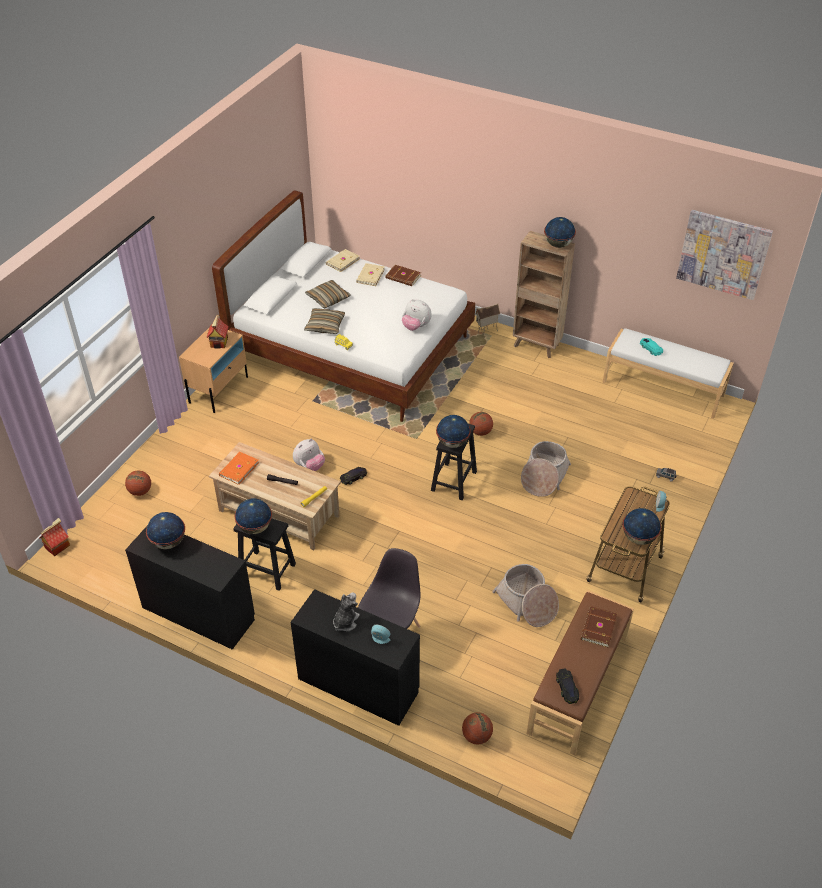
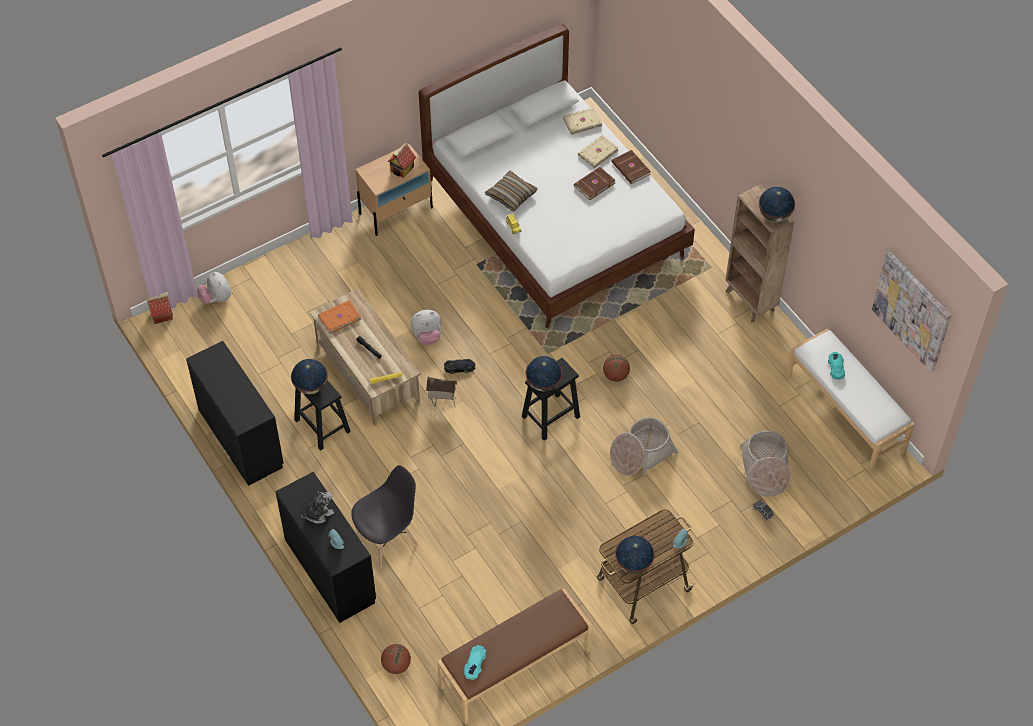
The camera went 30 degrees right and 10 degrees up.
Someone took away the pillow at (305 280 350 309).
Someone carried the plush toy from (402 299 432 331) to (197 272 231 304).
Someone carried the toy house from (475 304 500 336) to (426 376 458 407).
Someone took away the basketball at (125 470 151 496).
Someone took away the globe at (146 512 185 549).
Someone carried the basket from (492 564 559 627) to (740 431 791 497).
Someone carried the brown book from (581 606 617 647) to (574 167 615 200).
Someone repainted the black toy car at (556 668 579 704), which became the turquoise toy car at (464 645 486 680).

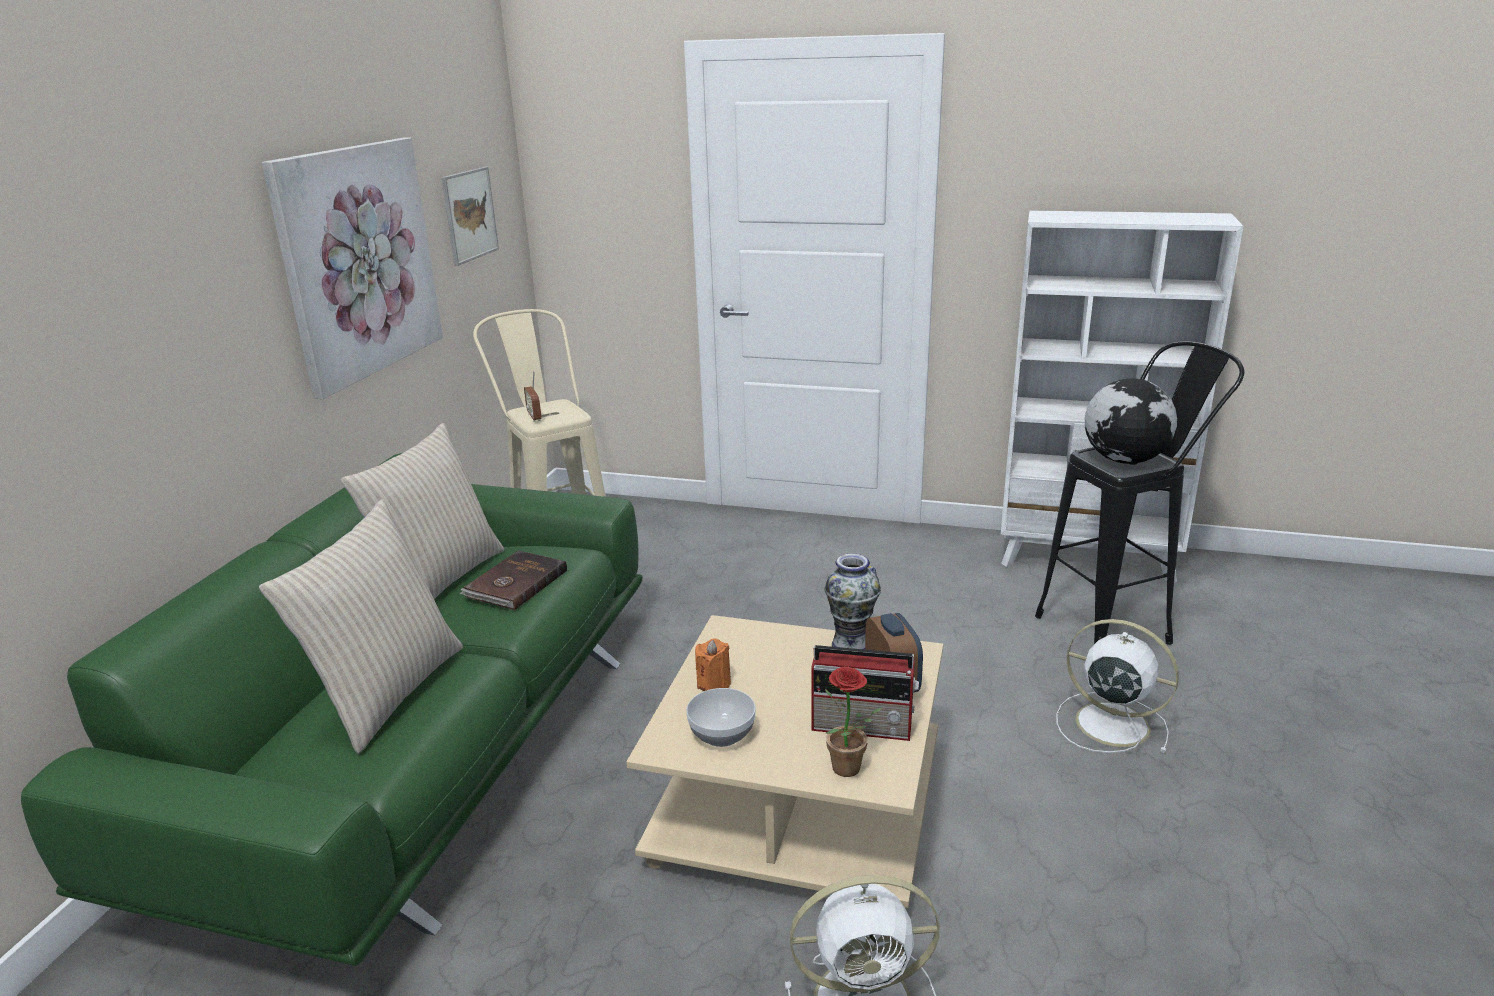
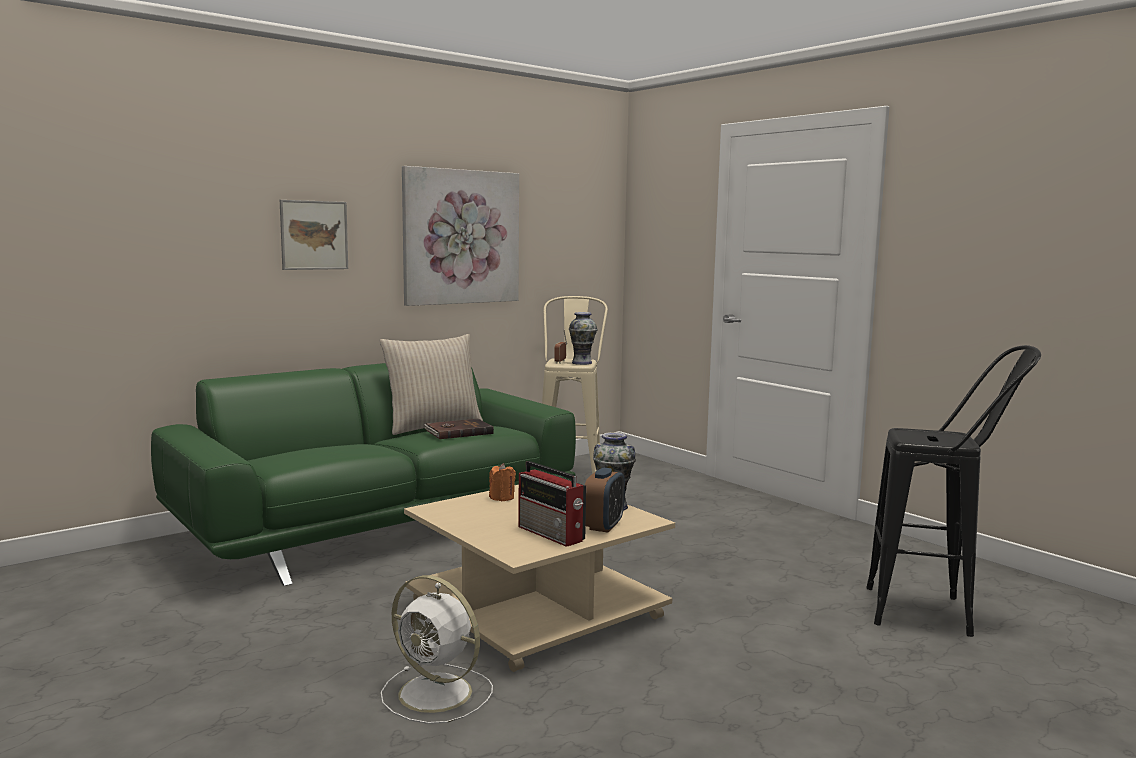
The camera went 35 degrees right and 15 degrees down.
Someone carried the picture from (441 167 499 266) to (280 200 348 270).
Someone took away the white bookcase at (1001 211 1243 583).
Someone took away the globe at (1085 378 1177 464).
Someone took away the beige pillow at (259 499 463 753).
Someone took away the white fan at (1056 619 1179 753).
Someone took away the potted plant at (825 666 882 777).
Someone took away the bowl at (686 688 756 747).
Someone put down the vase at (569 312 597 365).

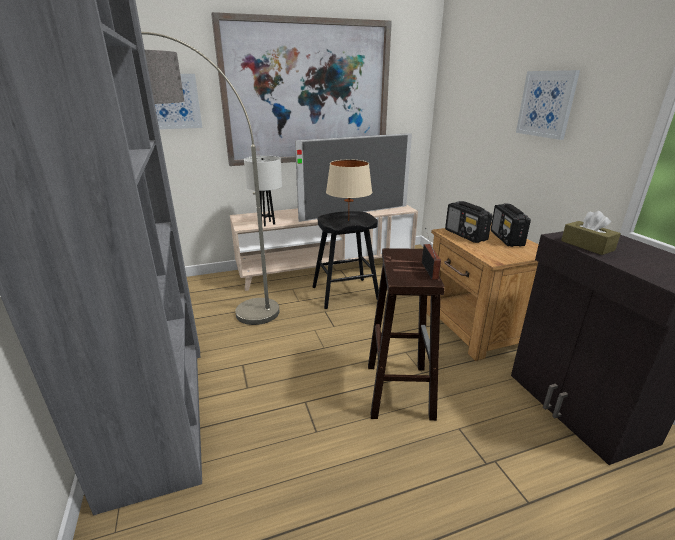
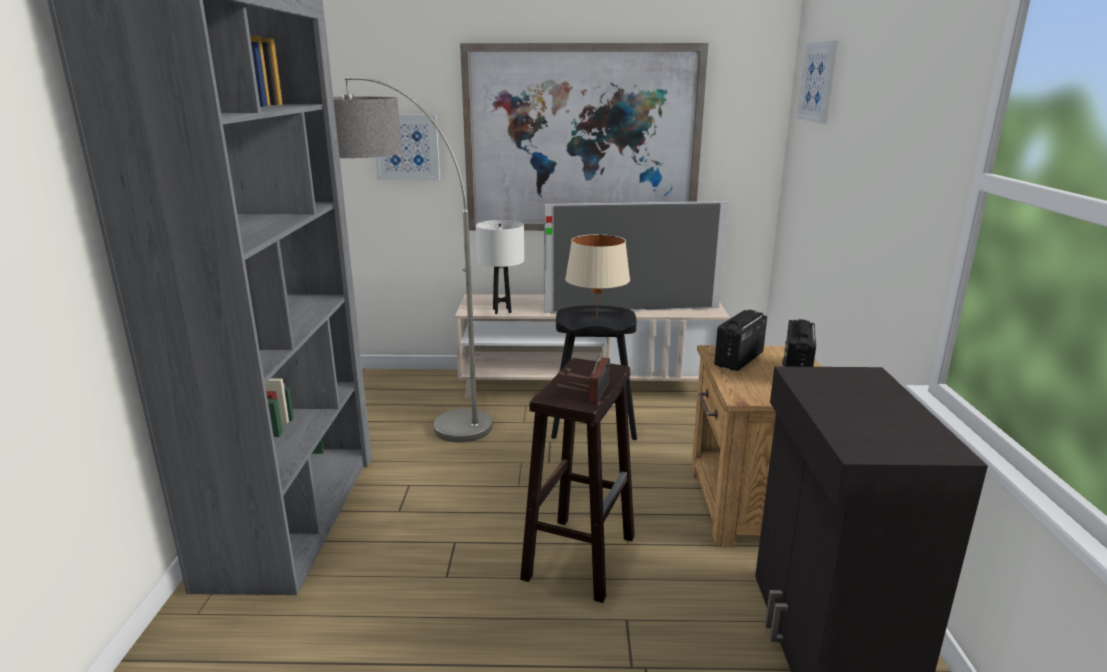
The camera went 20 degrees right and 5 degrees down.
Someone carried the picture from (516 70 580 140) to (797 41 837 124).
Someone rotated the radio at (445 201 493 243) by 45 degrees clockwise.
Someone took away the brown tissue box at (561 211 621 255).

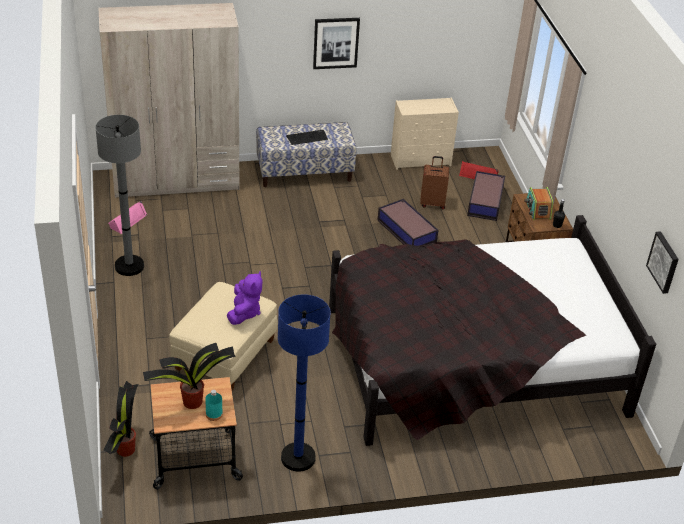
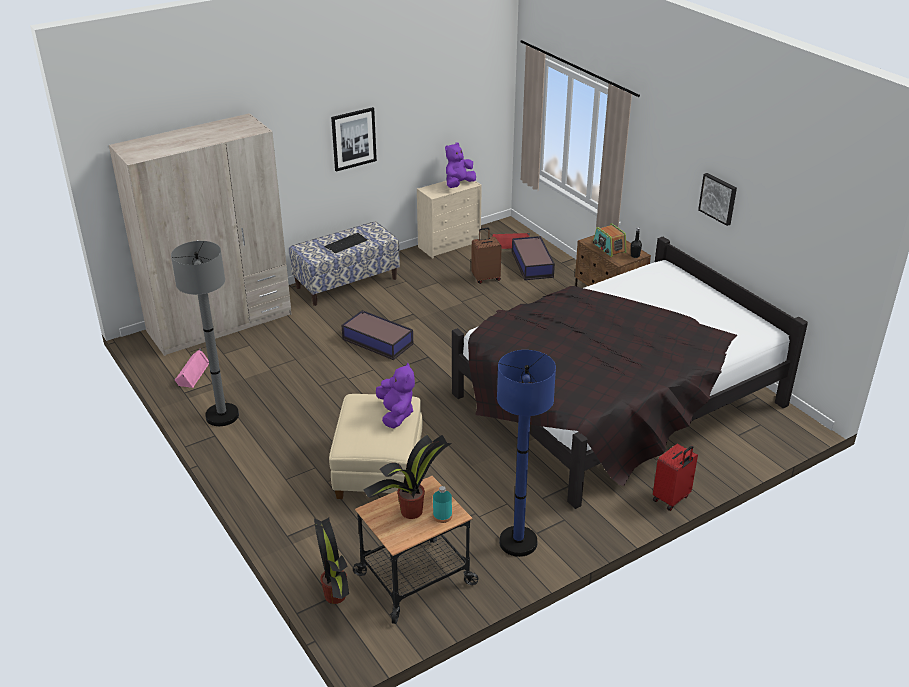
The camera went 20 degrees left and 5 degrees down.
Someone carried the storage box from (377 199 438 246) to (341 310 413 360).
Someone carried the picture from (646 231 679 294) to (698 173 737 226).
Someone put down the purple plush toy at (445 142 476 188).
Someone put down the red suitcase at (653 443 698 511).

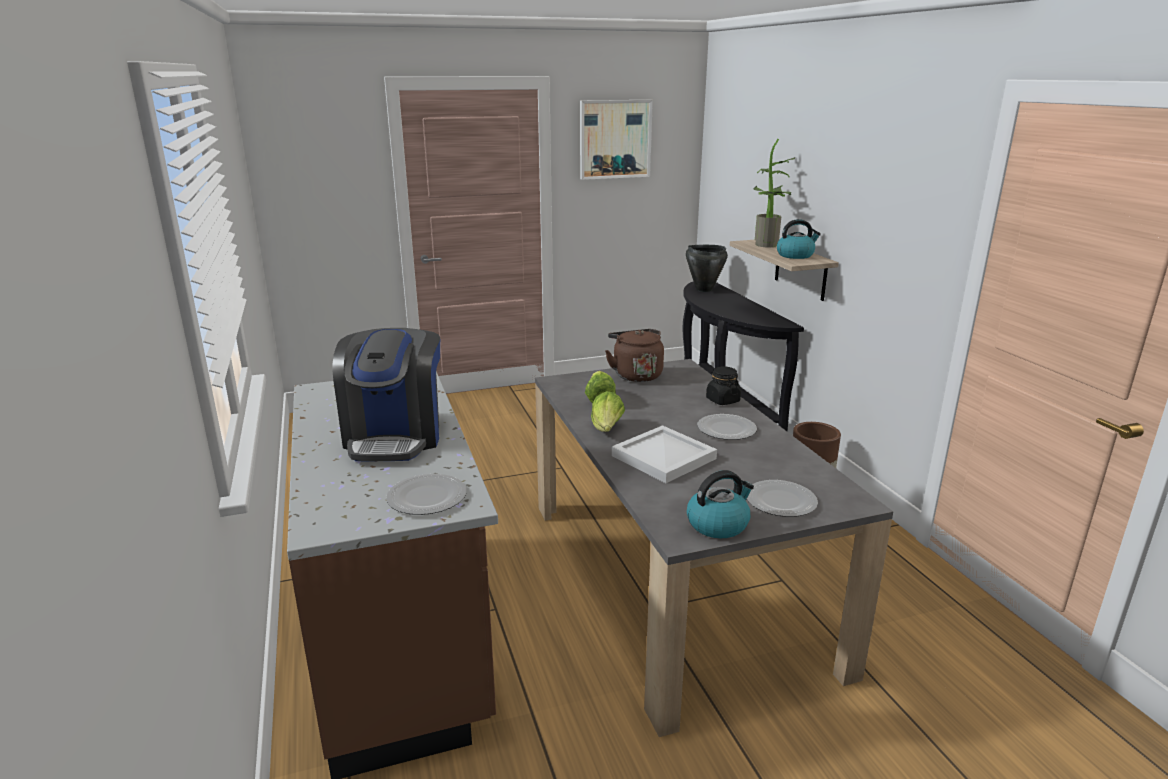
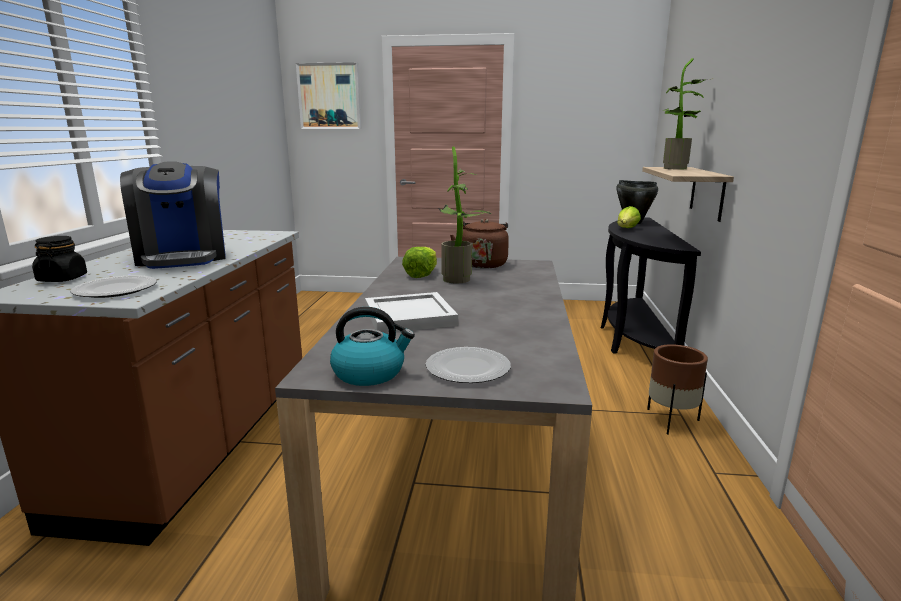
The camera went 25 degrees right and 5 degrees down.
Someone carried the picture from (580 100 653 180) to (296 62 361 129).
Someone took away the kettle at (777 219 821 259).
Someone rotated the coffee machine at (333 328 440 461) by 45 degrees counterclockwise.
Someone carried the black jar from (706 366 741 405) to (32 236 87 282).
Someone carried the lettuce from (591 391 625 432) to (617 206 641 228).
Someone took away the plate at (697 414 757 440).
Someone put down the potted plant at (438 146 491 283).

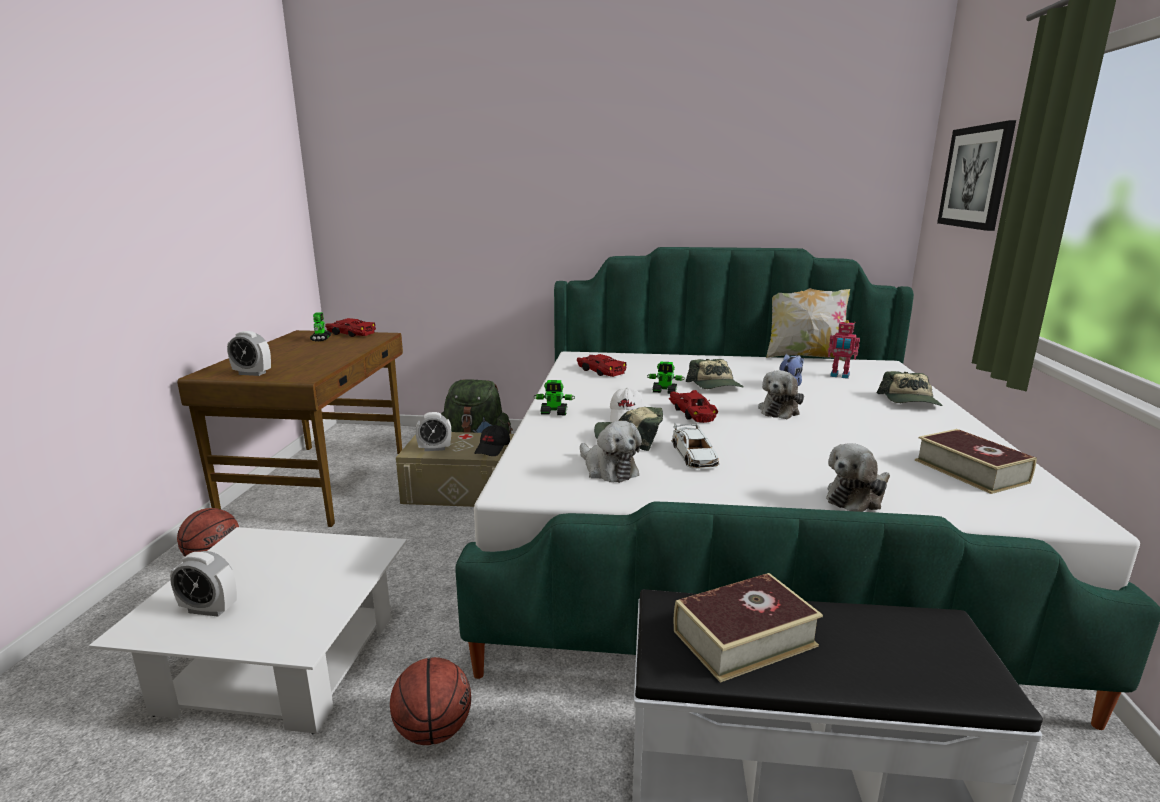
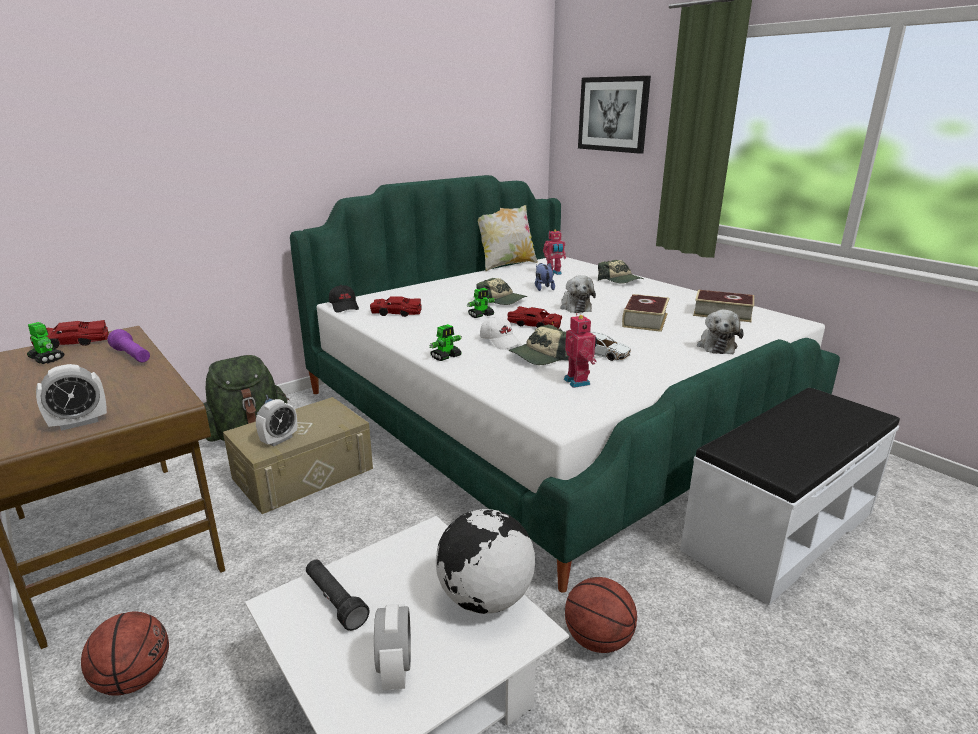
The camera went 45 degrees left and 5 degrees up.
Someone swapped the plush toy at (580 421 642 483) for the toy robot at (564 313 597 388).
Someone carried the black cap from (474 425 510 456) to (329 285 359 313).
Someone rotated the alarm clock at (170 551 237 617) by 60 degrees counterclockwise.
Someone carried the book from (674 573 823 683) to (622 294 669 332).
Someone put down the purple flashlight at (107 329 150 362).
Someone put down the globe at (436 509 535 614).
Someone put down the black flashlight at (306 560 370 631).

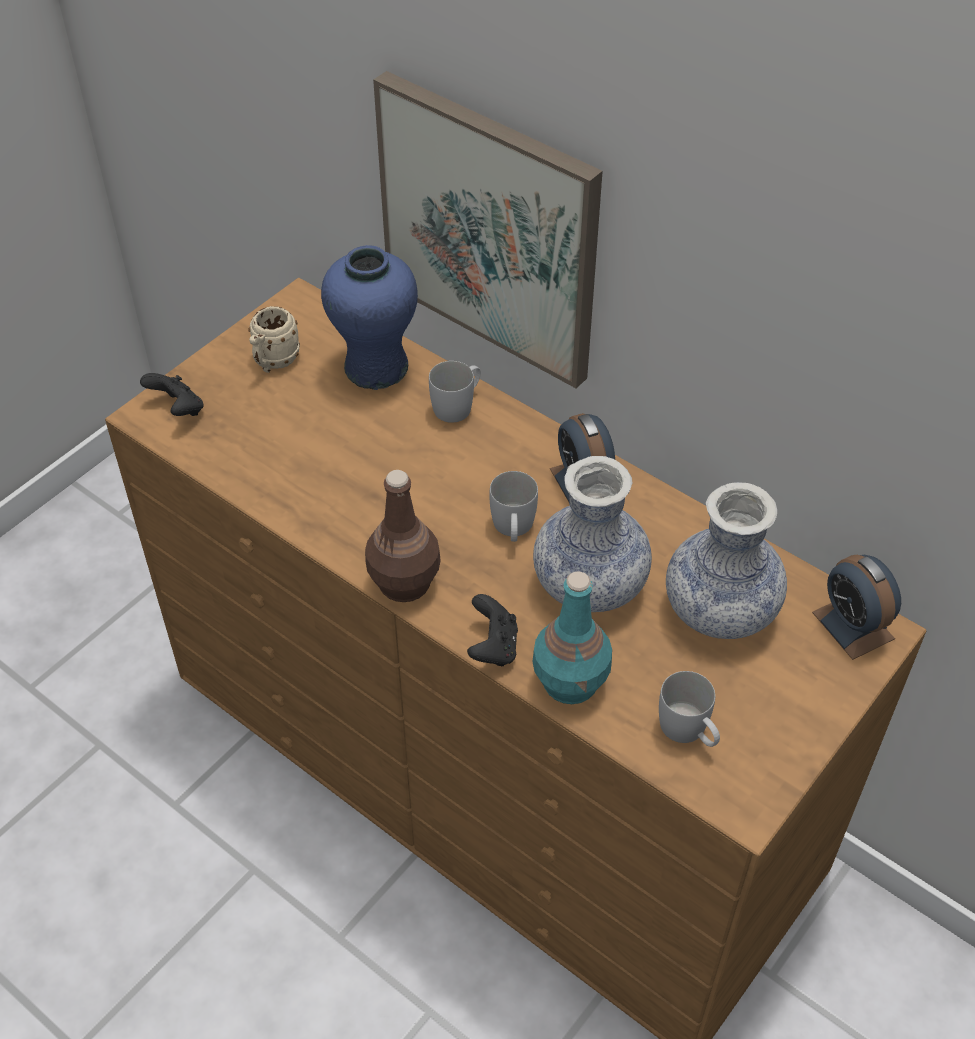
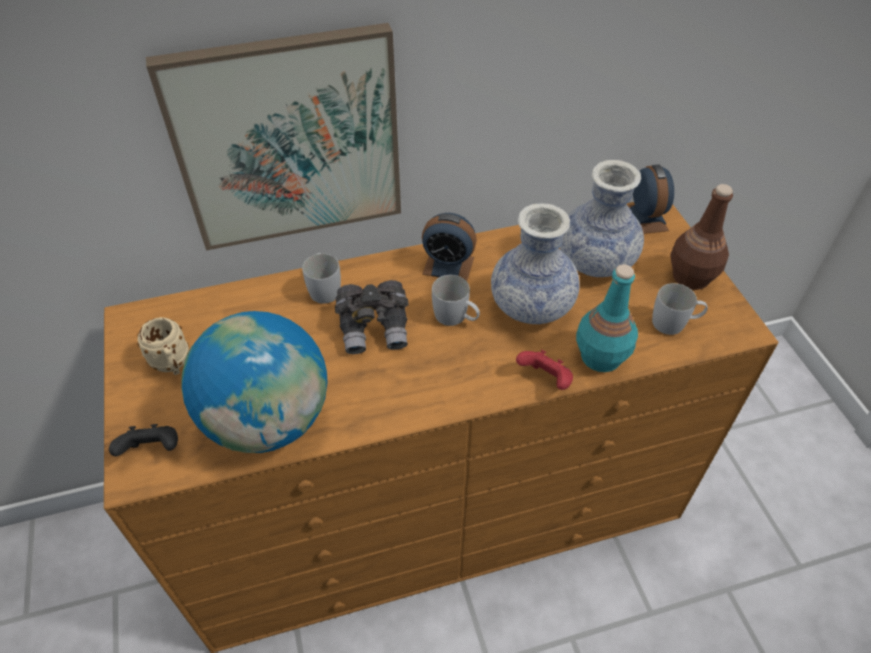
The camera went 55 degrees left and 0 degrees up.
Someone took away the blue vase at (321 245 418 390).
Someone carried the brown bottle from (365 470 441 602) to (670 184 733 290).
Someone rotated the alarm clock at (812 555 901 660) by 105 degrees counterclockwise.
Someone repainted the black game controller at (467 594 518 666), which became the red game controller at (516 349 573 390).
Someone put down the grey binoculars at (335 280 409 354).
Someone put down the globe at (181 311 328 453).

